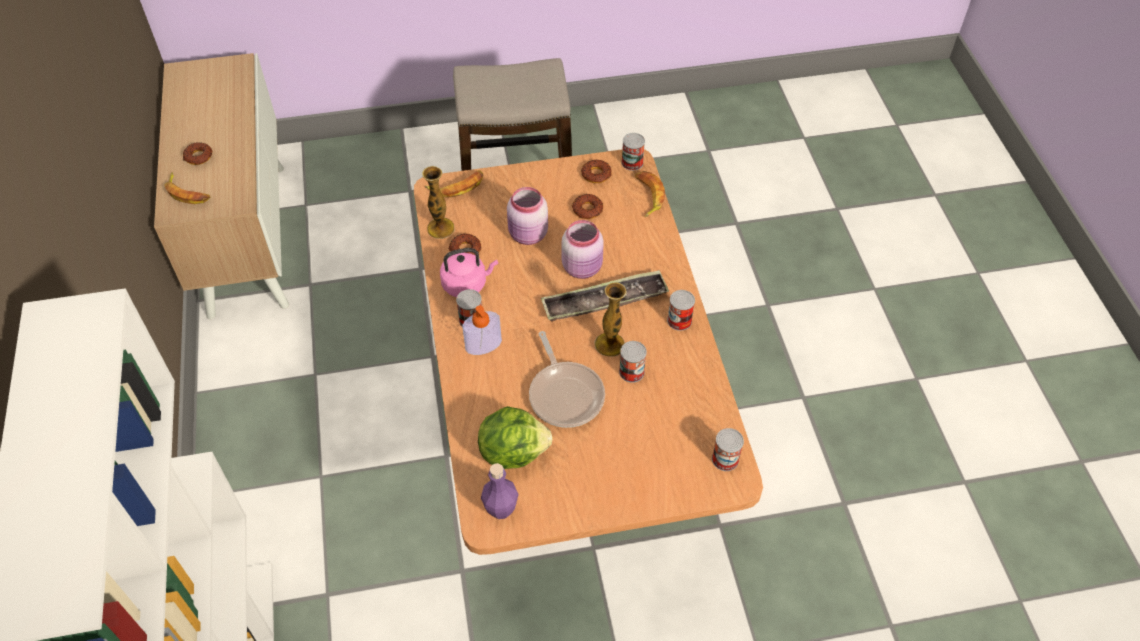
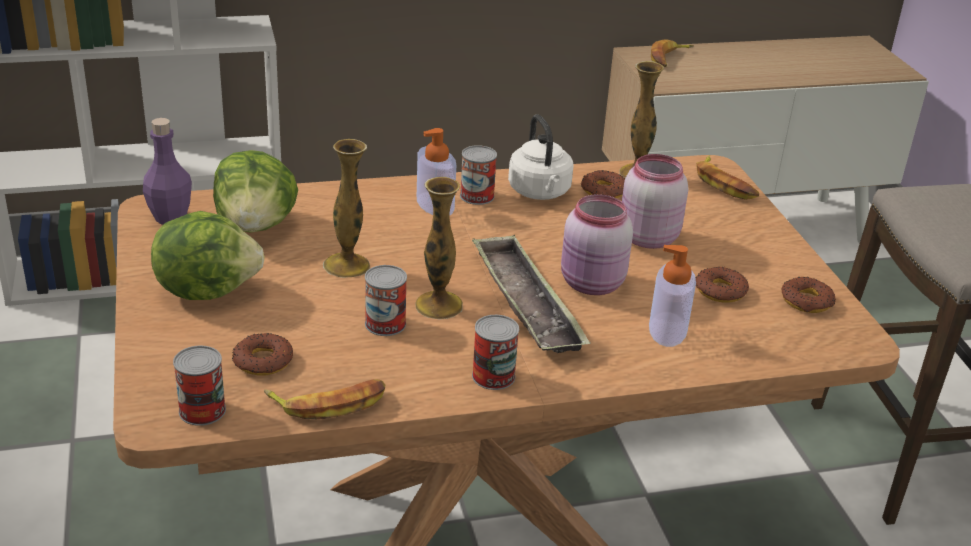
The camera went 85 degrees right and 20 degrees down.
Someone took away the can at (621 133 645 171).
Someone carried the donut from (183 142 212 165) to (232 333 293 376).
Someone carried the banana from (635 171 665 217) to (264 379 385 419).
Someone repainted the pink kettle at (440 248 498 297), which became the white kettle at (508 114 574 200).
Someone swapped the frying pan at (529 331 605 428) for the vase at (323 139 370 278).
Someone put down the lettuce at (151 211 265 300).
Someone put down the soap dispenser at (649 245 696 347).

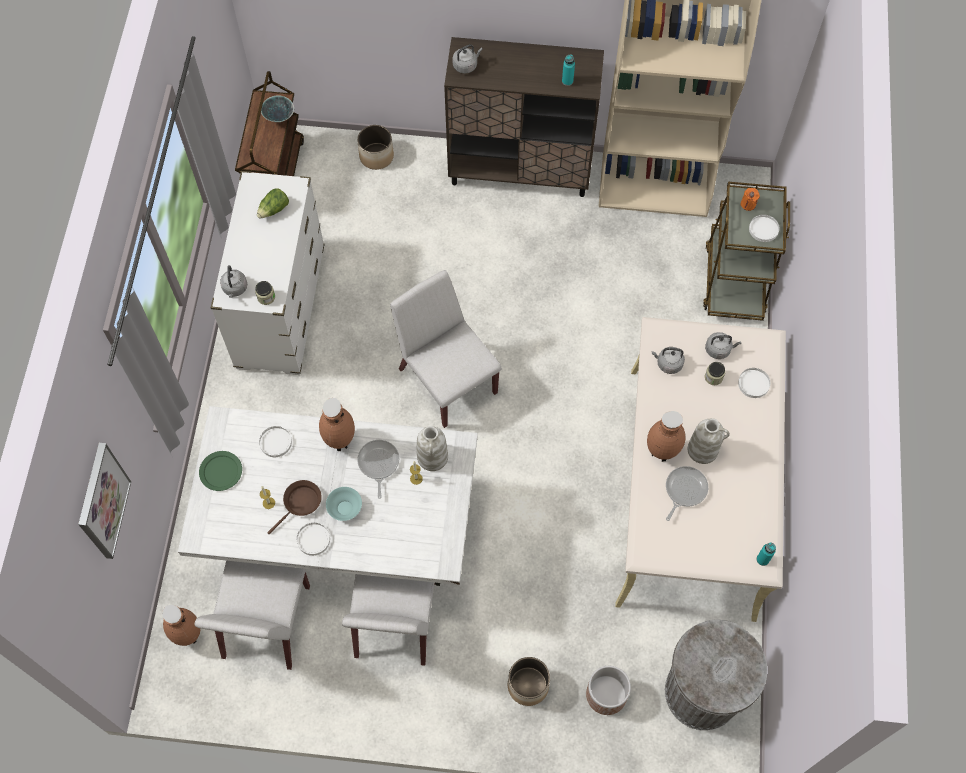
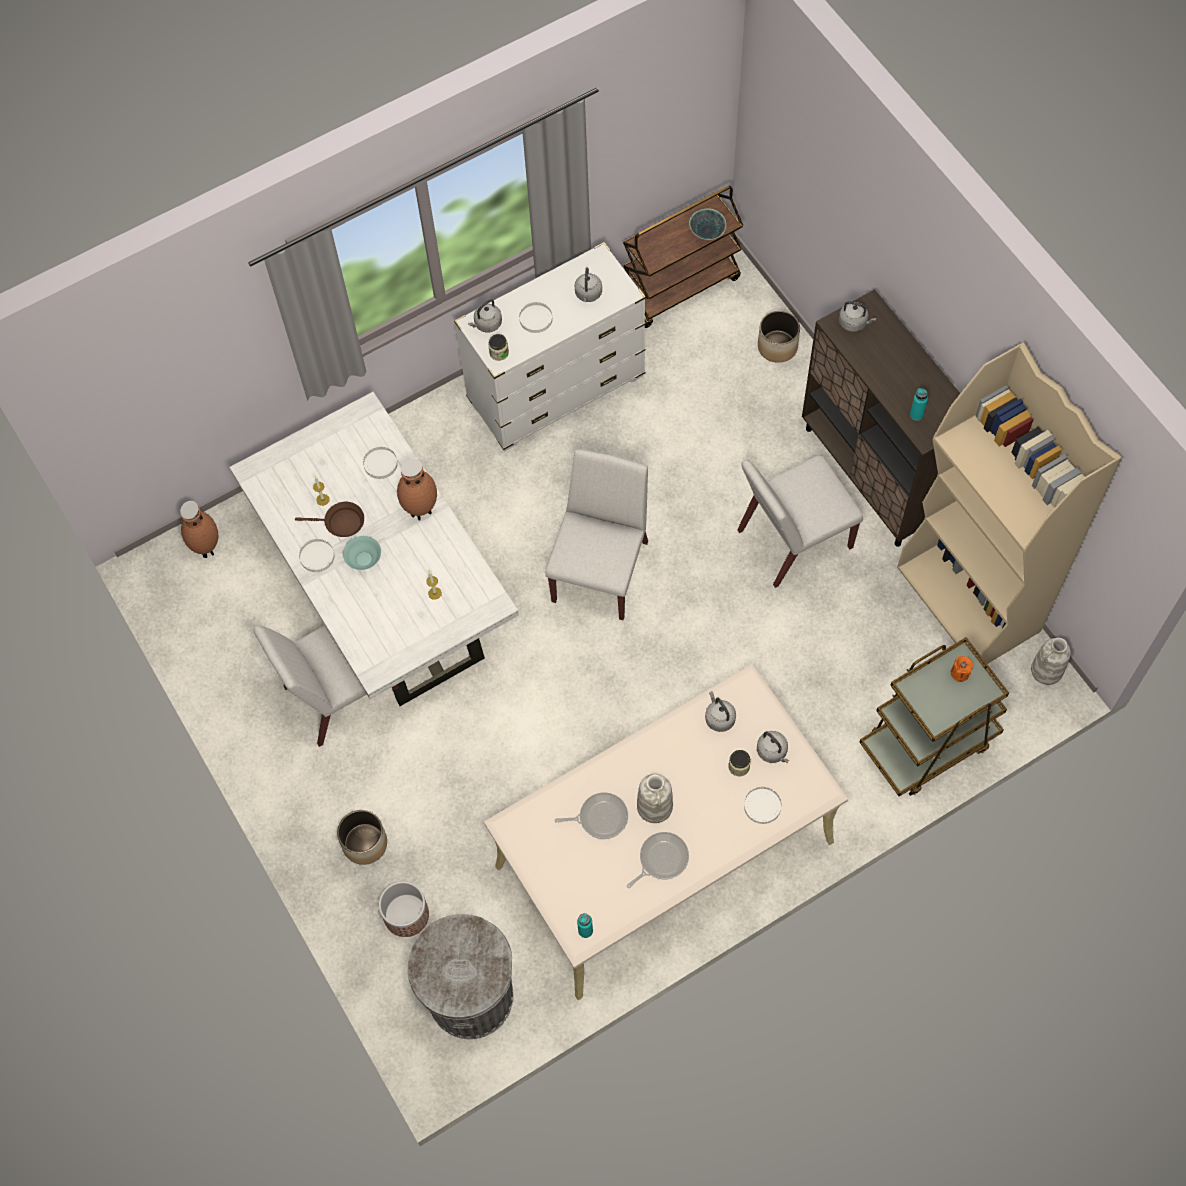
The camera went 55 degrees right and 0 degrees up.
Someone swapped the lettuce at (257 188 289 219) for the grey kettle at (575 267 602 302).
Someone carried the white plate from (749 214 780 242) to (519 302 553 333).
Someone took away the brown vase at (647 411 686 462).
Someone carried the white vase from (417 426 448 471) to (1031 638 1071 685).
Someone carried the frying pan from (357 440 399 499) to (627 832 689 888).
Someone took away the picture at (78 443 131 559).
Someone took away the green plate at (199 451 242 491).
Someone carried the white chair from (195 561 310 670) to (737 455 863 588).

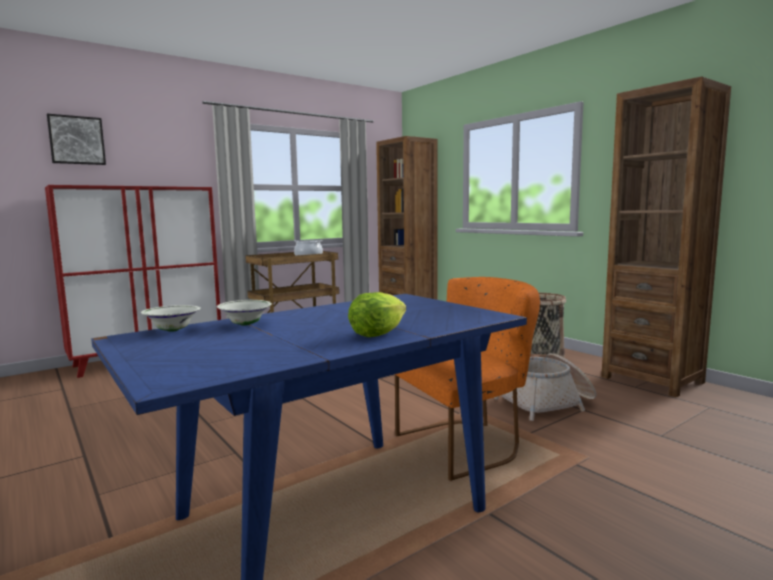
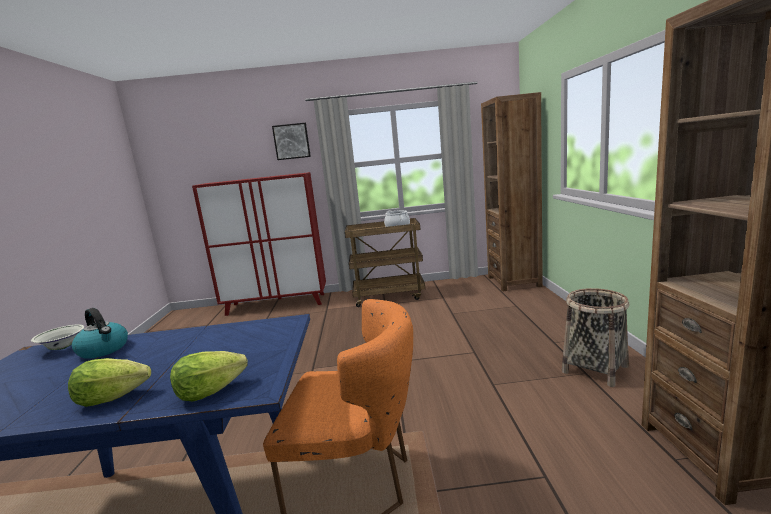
The camera went 35 degrees right and 5 degrees up.
Someone carried the picture from (47 114 106 165) to (272 123 311 160).
Someone swapped the white bowl at (217 300 272 326) for the kettle at (72 308 128 359).
Someone took away the basket at (494 353 597 421).
Someone put down the lettuce at (170 351 248 401).

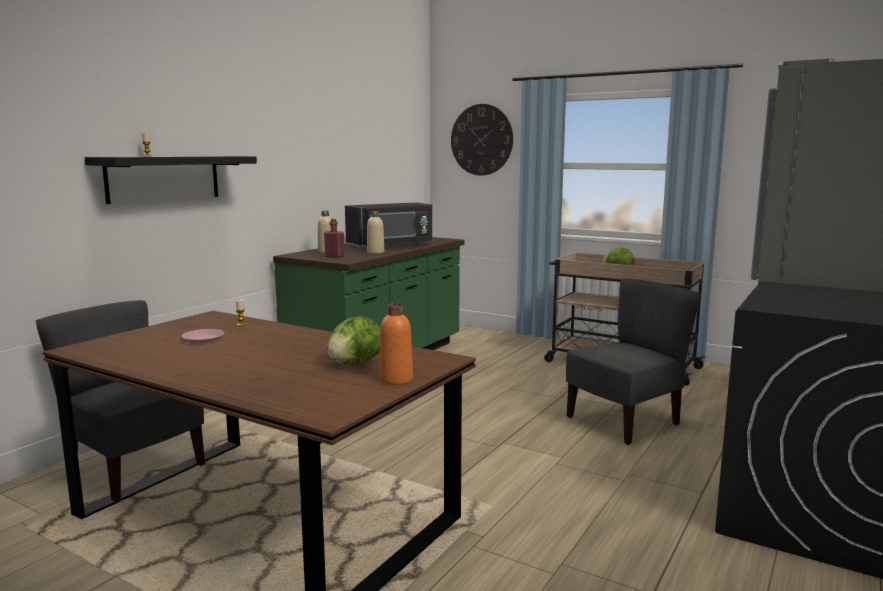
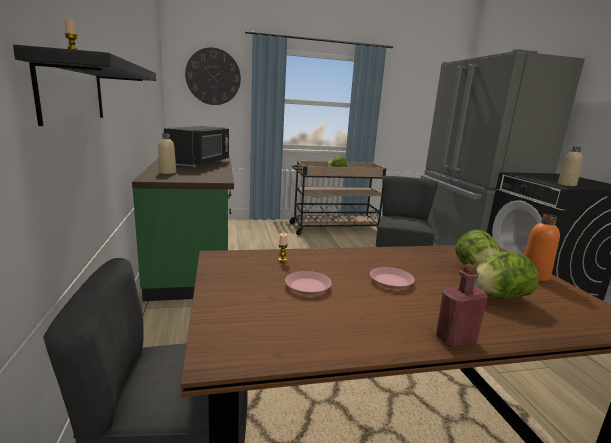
The camera went 45 degrees left and 5 degrees up.
Someone carried the beige bottle from (367 211 385 254) to (558 146 583 186).
Someone carried the red bottle from (324 219 344 258) to (436 264 488 347).
Someone put down the lettuce at (474 252 539 299).
Someone put down the pink plate at (370 267 415 289).

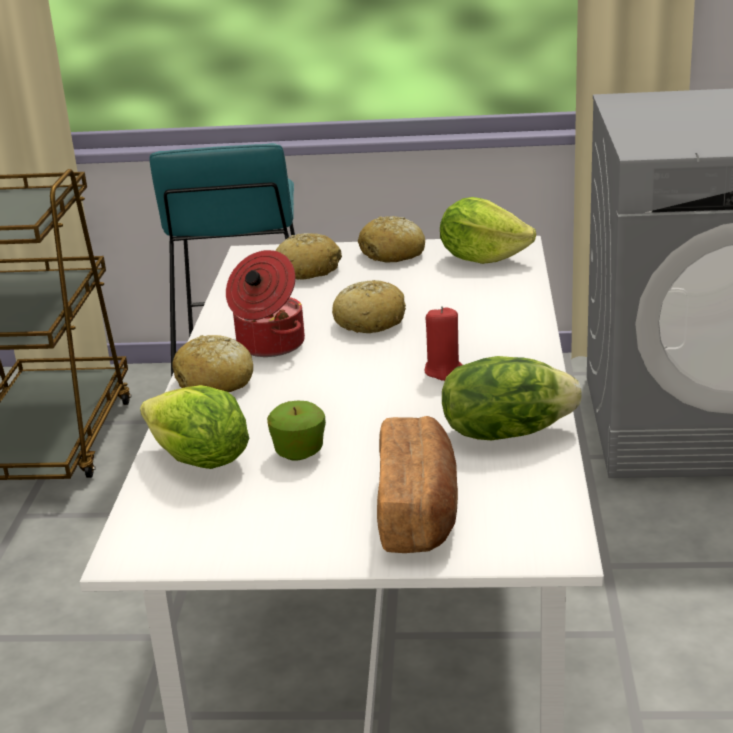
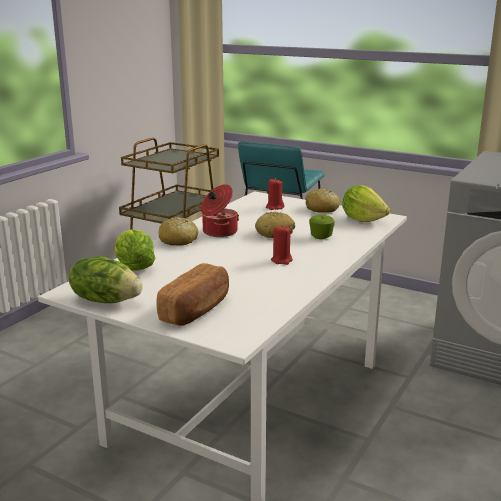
The camera went 25 degrees right and 5 degrees down.
Someone swapped the bread at (276 233 342 279) for the red candle at (266 178 284 210).
Someone carried the lettuce from (442 356 582 440) to (69 256 143 303).
Someone carried the apple from (267 401 326 461) to (309 215 335 239).

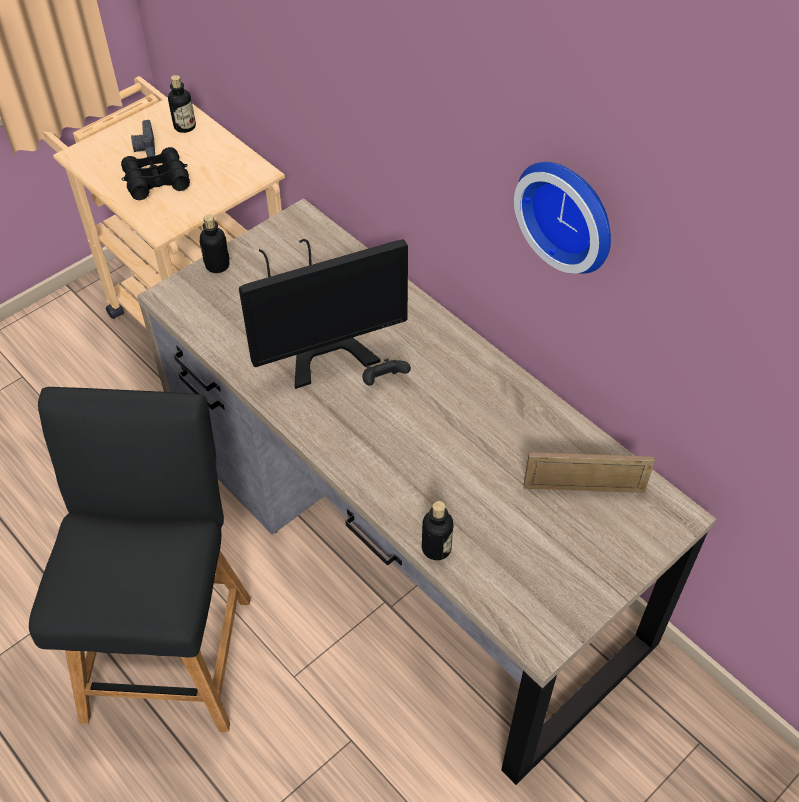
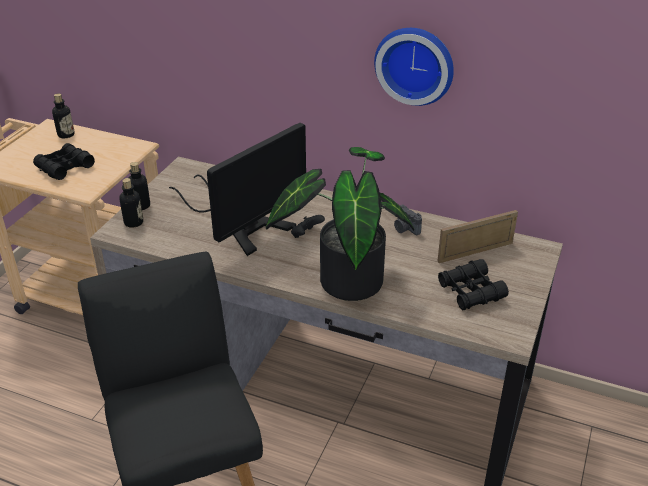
The camera went 25 degrees left and 15 degrees down.
Someone carried the photo camera from (131 120 155 157) to (394 205 422 235).
Someone carried the bottle from (422 501 453 560) to (119 178 143 228).
Someone put down the potted plant at (266 147 414 301).
Someone put down the black binoculars at (438 259 509 310).

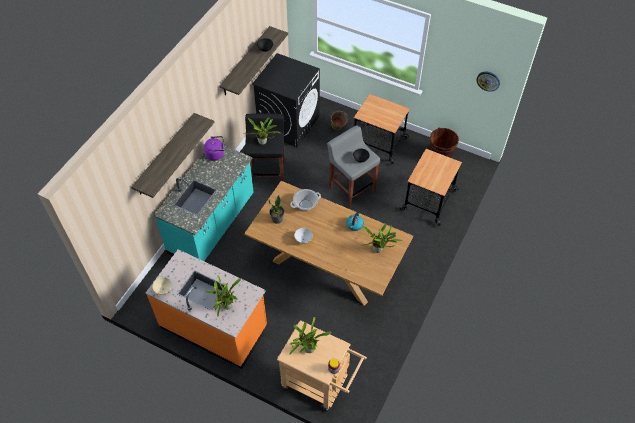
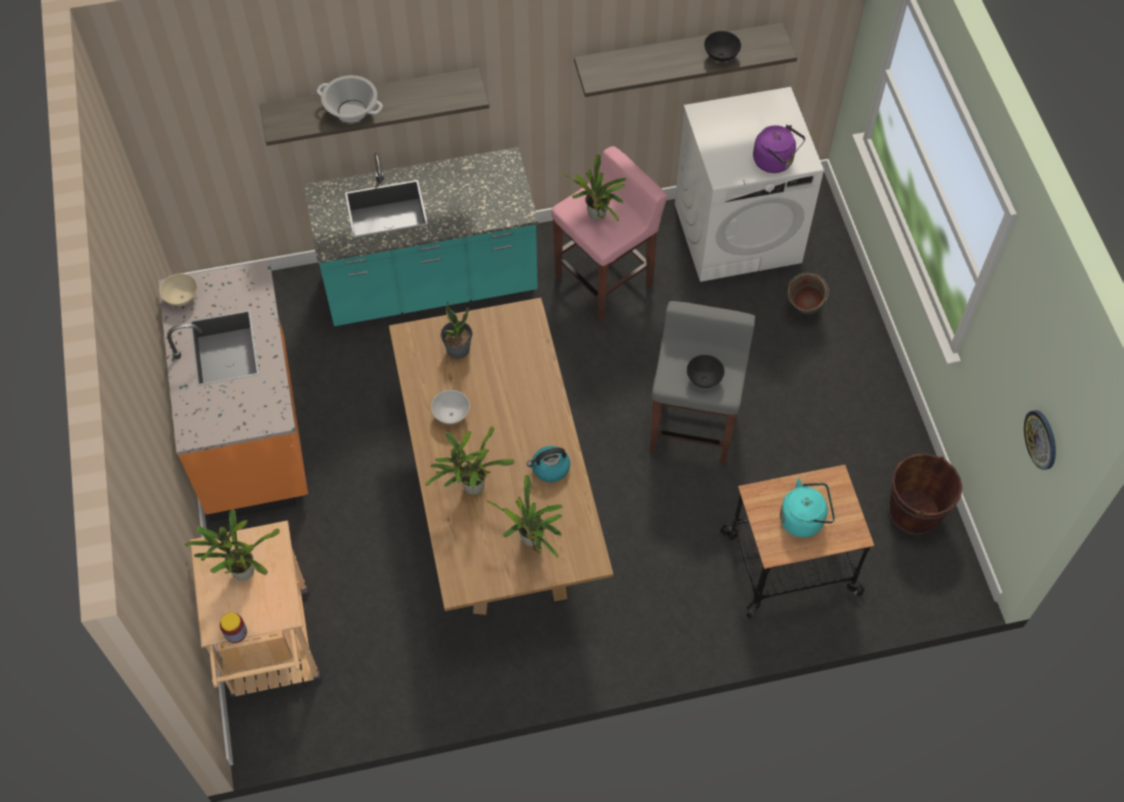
The camera went 50 degrees right and 5 degrees up.
Someone repainted the black washing machine at (252 53 320 147), which became the white washing machine at (675 87 824 282).
Someone took away the cart at (354 94 410 164).
Someone repainted the black stool at (245 113 285 183), which became the pink stool at (551 146 667 321).
Someone carried the purple kettle from (204 136 225 161) to (753 125 805 173).
Someone carried the cooking pot from (290 189 321 211) to (317 75 383 122).
Someone carried the potted plant from (206 275 241 316) to (426 426 515 495).
Someone put down the turquoise kettle at (780 478 835 538).

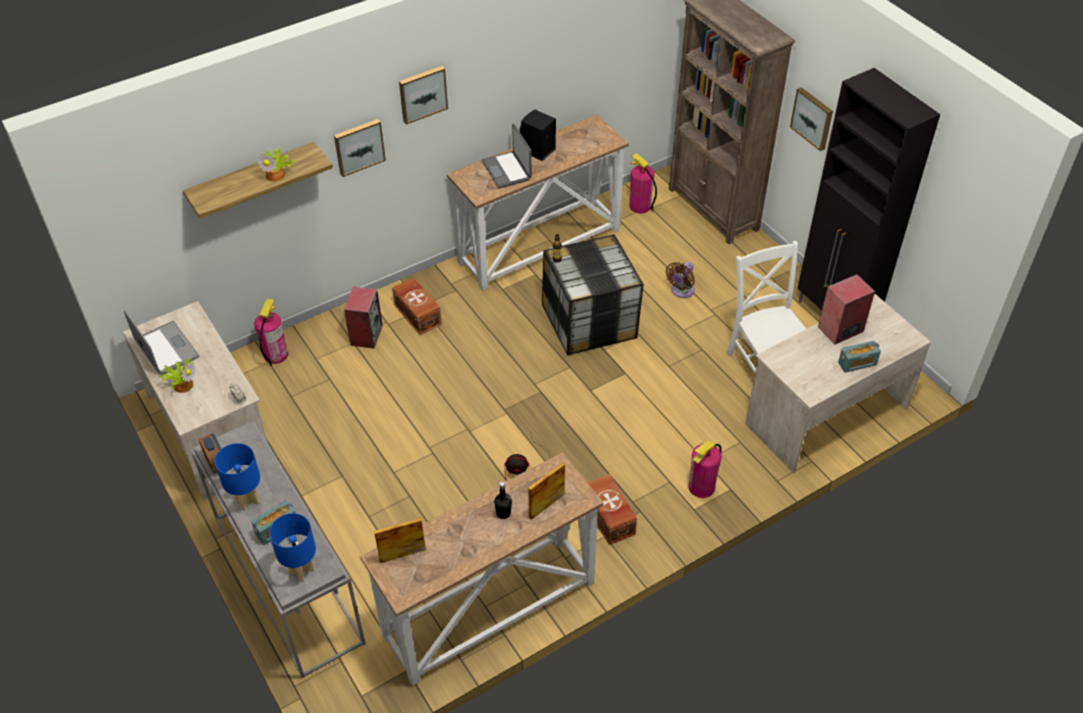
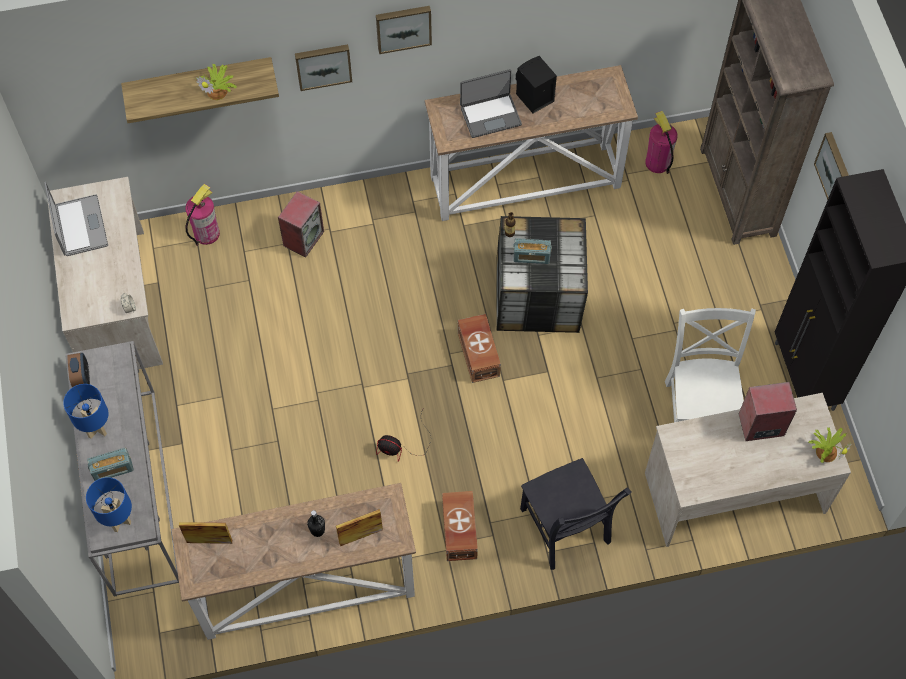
The camera went 20 degrees right and 15 degrees up.
Someone rotated the laptop at (482 124 532 189) by 105 degrees counterclockwise.
Someone took away the brown fan at (666 262 695 298).
Someone carried the brown storage box from (392 278 442 335) to (458 314 501 383).
Someone carried the radio from (838 341 881 373) to (513 238 552 264).
Someone carried the potted plant from (158 359 196 393) to (809 428 851 463).
Someone swapped the fire extinguisher at (688 440 722 498) for the black chair at (520 458 632 570).

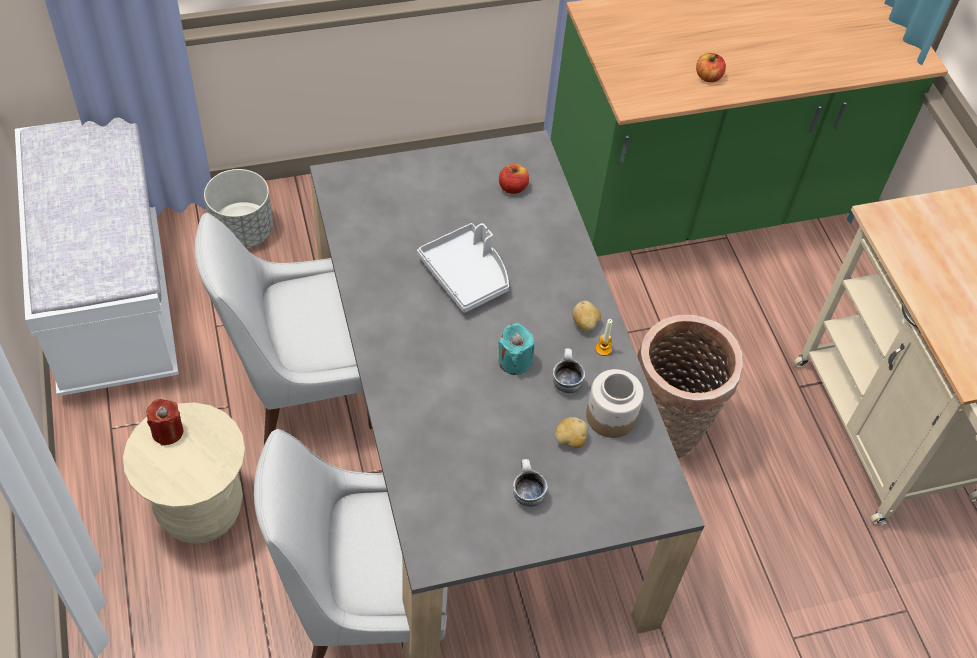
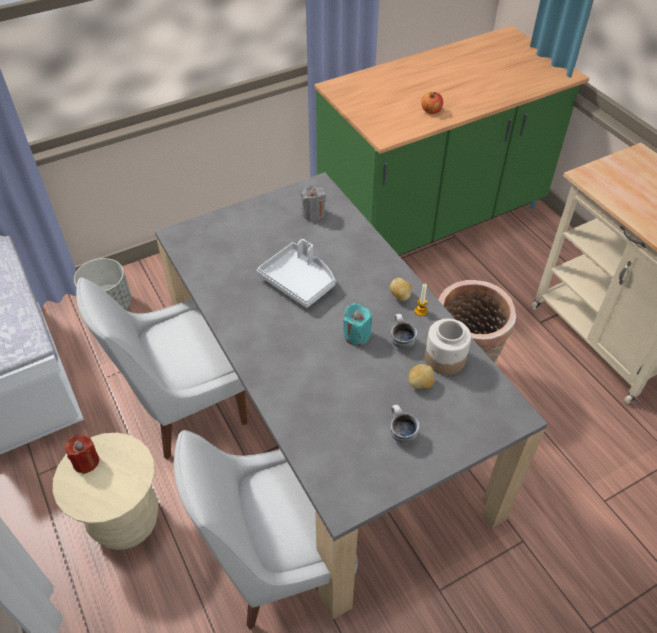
The camera went 10 degrees left and 5 degrees down.
Someone swapped the apple at (499 164 529 194) for the grey candle at (301 186 326 222).

